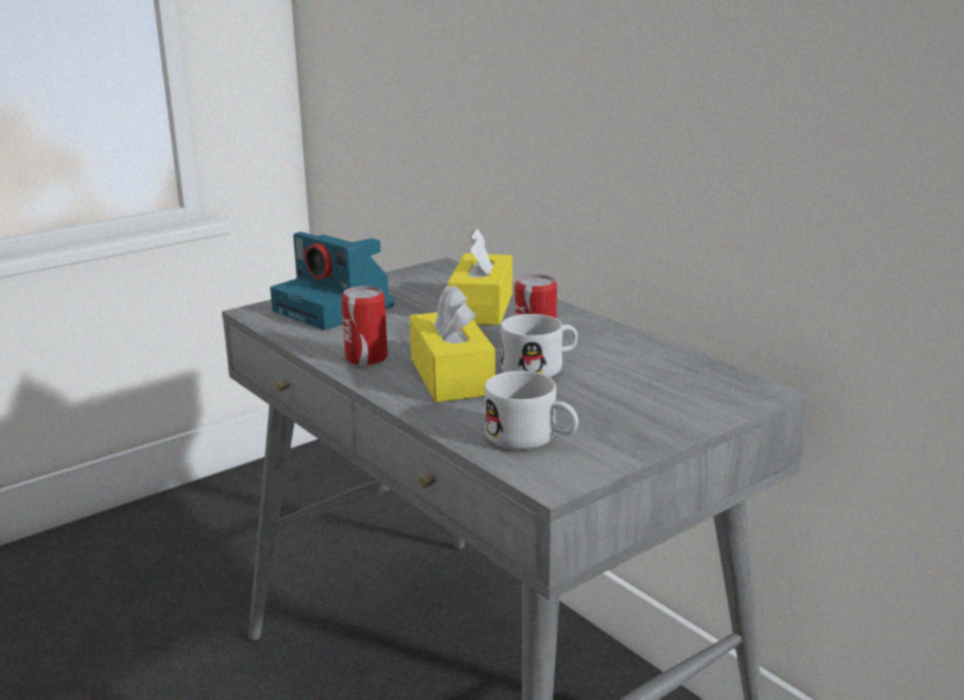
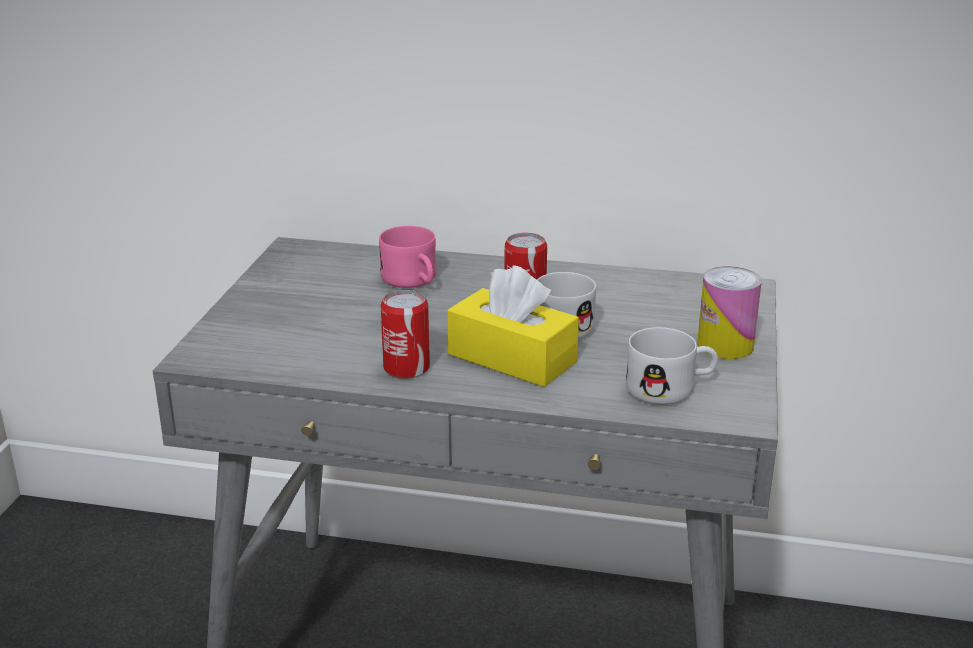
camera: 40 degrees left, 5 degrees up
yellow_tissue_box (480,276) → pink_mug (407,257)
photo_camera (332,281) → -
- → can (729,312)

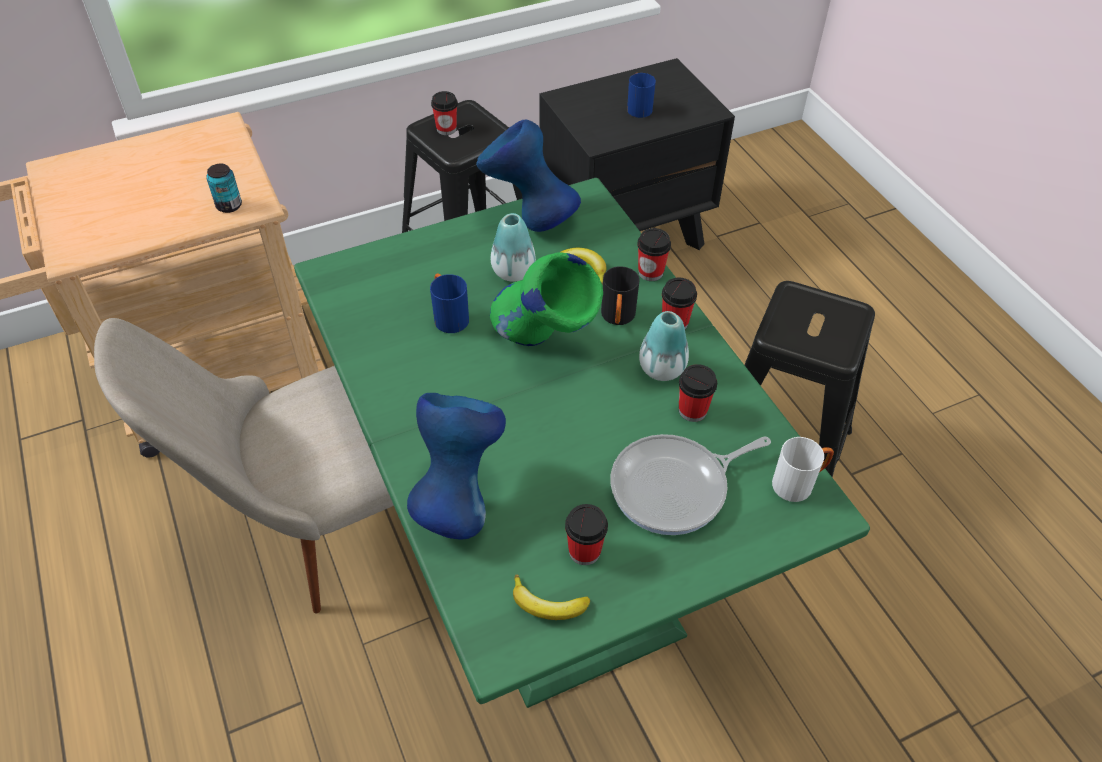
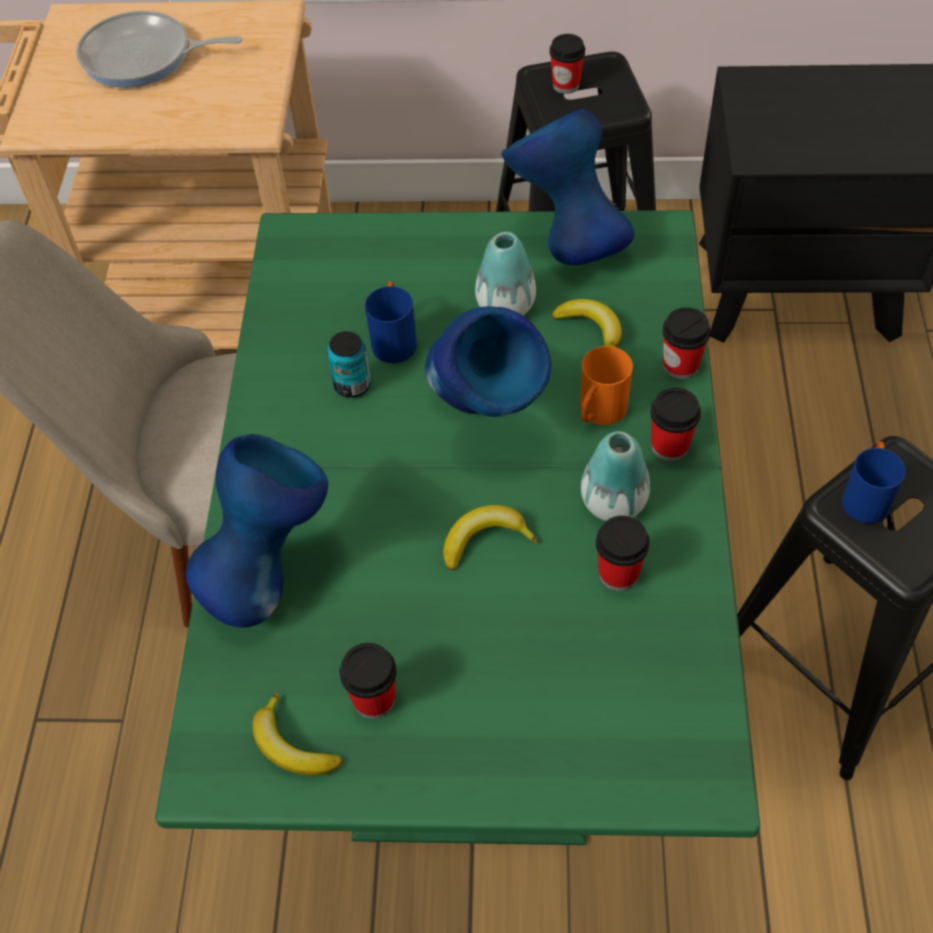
camera: 30 degrees right, 5 degrees up
blue_mug (641,95) → blue_mug (874,482), move
can (224,188) → can (349,364), move
green_vase (546,299) → blue_vase (488,361)
black_mug (620,295) → orange_mug (606,385)
frying_pan (690,484) → frying_pan (159,49), move
white_mug (803,469) → -
- → banana (490,537)

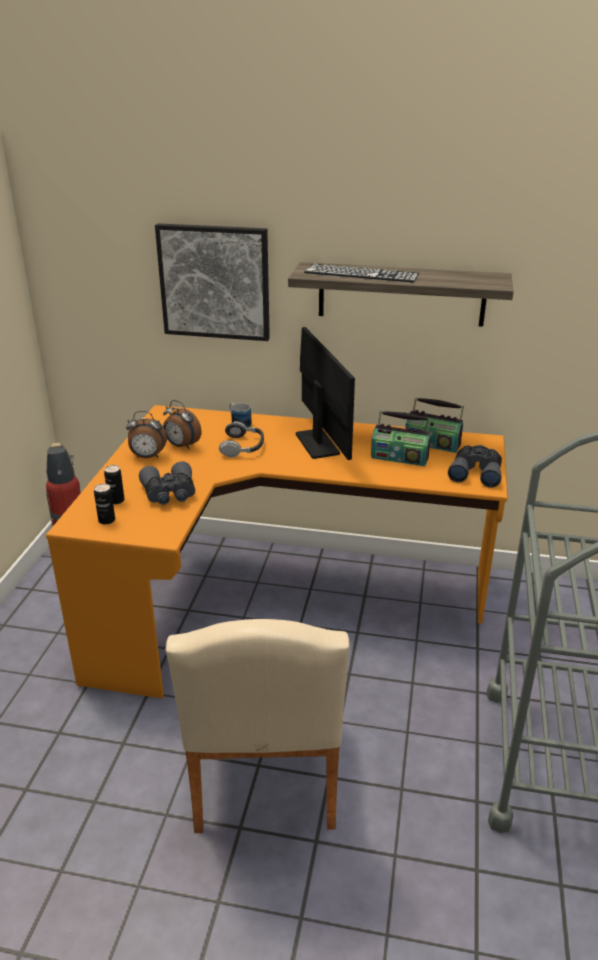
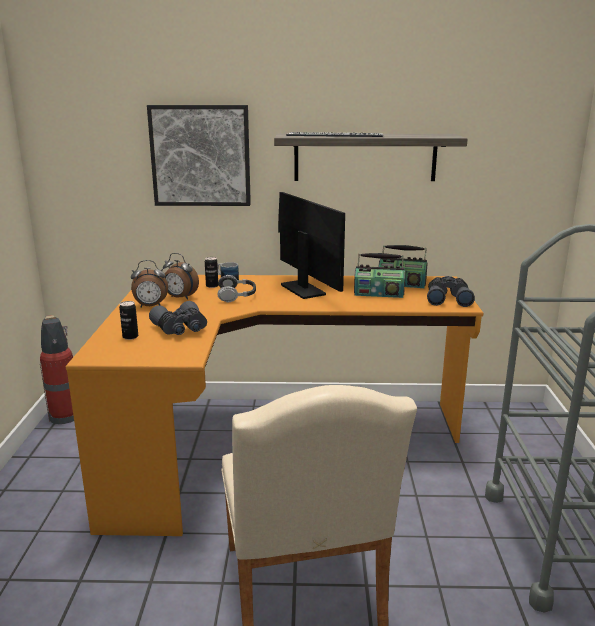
camera: 10 degrees left, 10 degrees down
can (104,504) → can (211,272), move

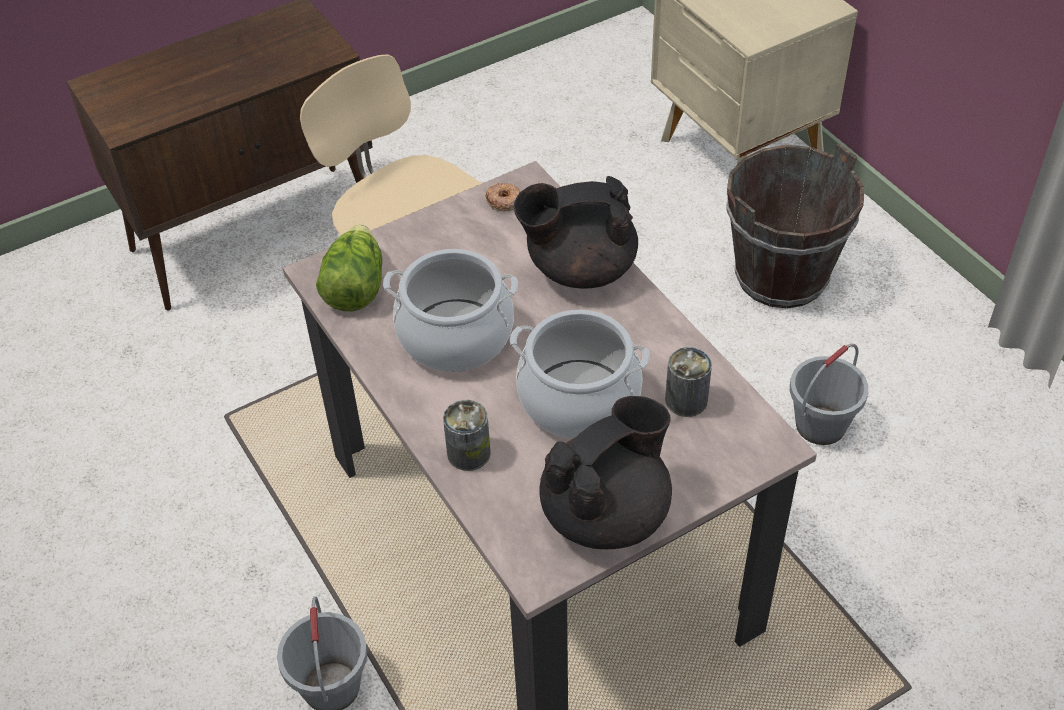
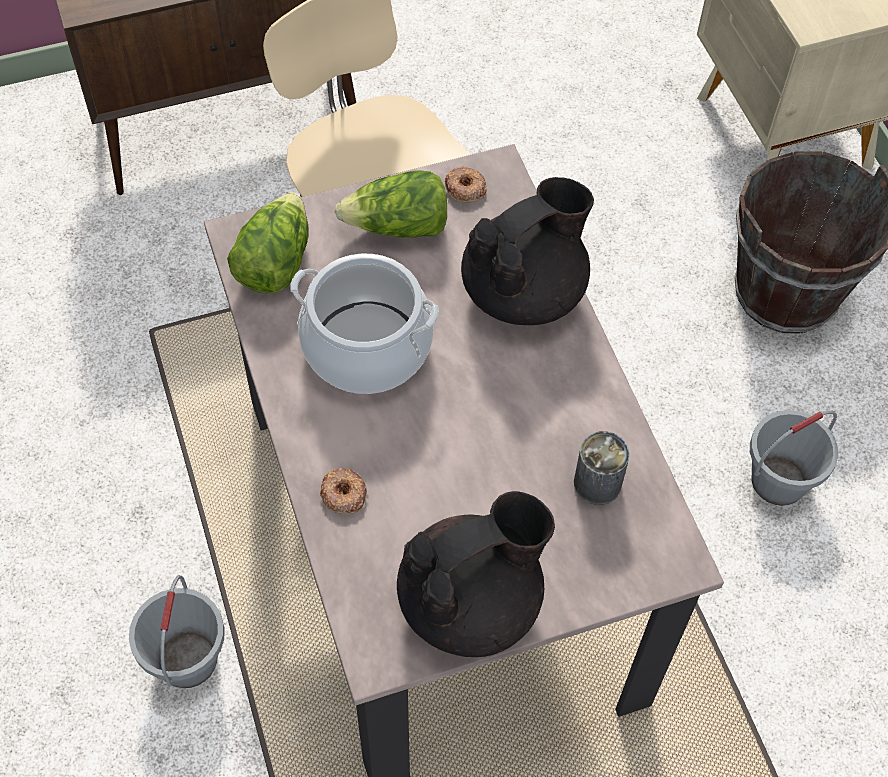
camera: 10 degrees right, 10 degrees up
black_teapot (576,232) → black_teapot (527,251), 135 degrees clockwise
cooking_pot (580,374) → -
can (467,435) → donut (343,491)
- → lettuce (391,204)

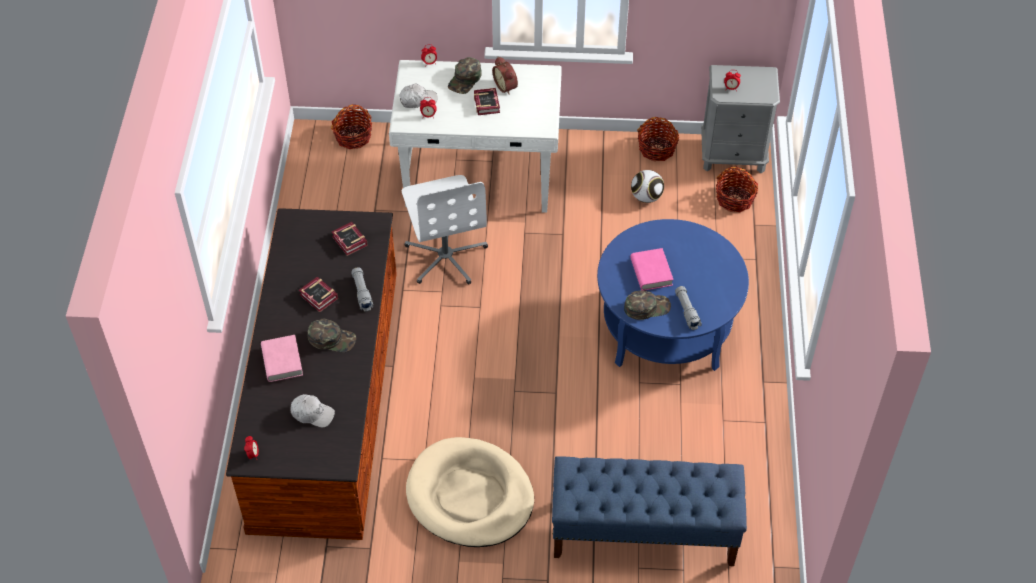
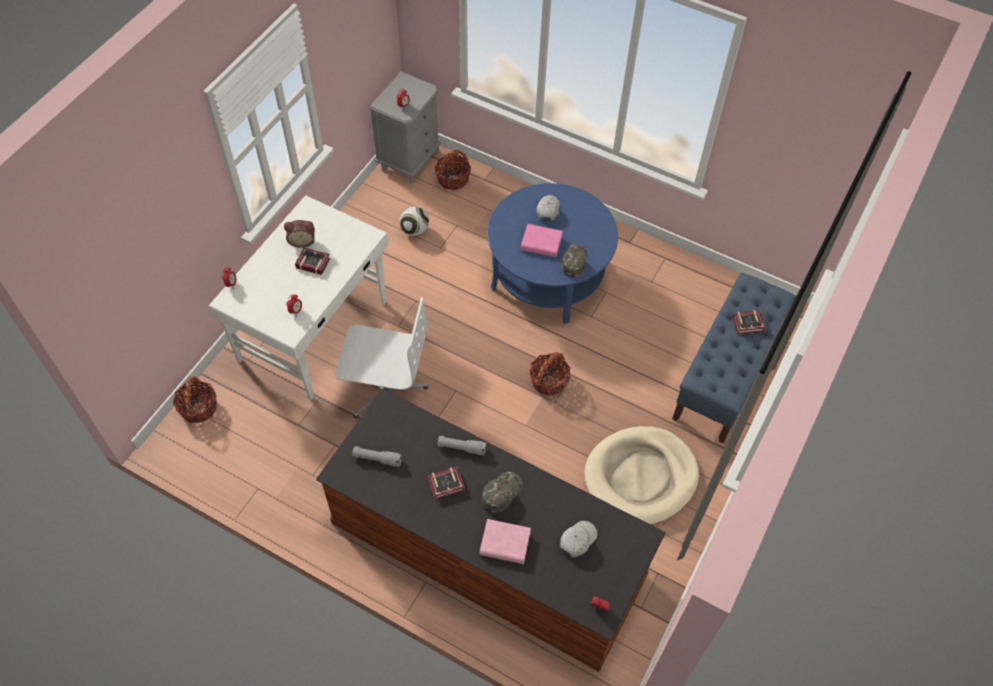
camera: 65 degrees left, 5 degrees up
green_cap (465,75) → -
white_cap (418,95) → white_cap (548,208), move
basket (658,139) → basket (550,374), move
book (350,239) → book (749,322), move
grey_flashlight (688,308) → grey_flashlight (377,456), move

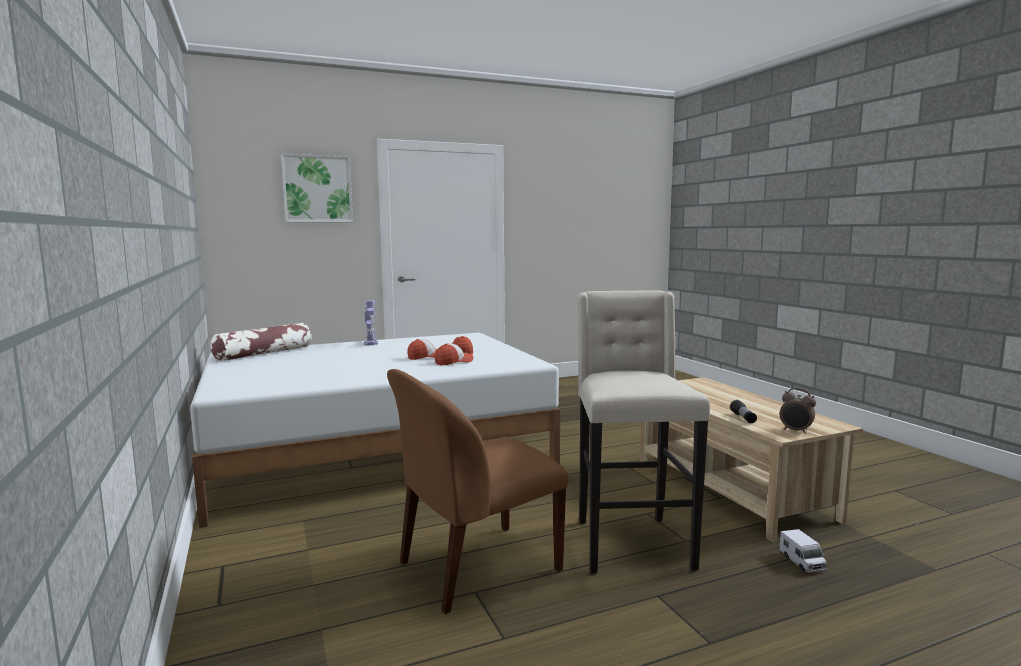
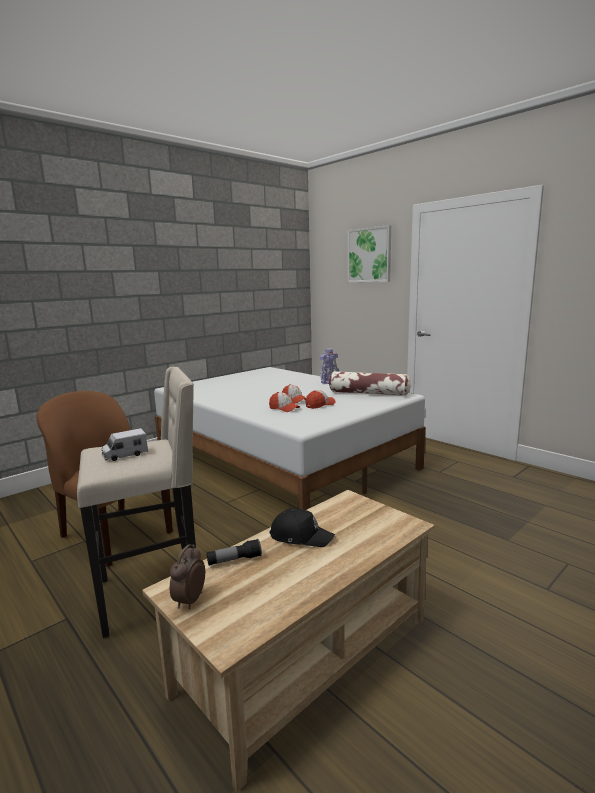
camera: 70 degrees right, 5 degrees up
pillow (261,342) → pillow (370,383), move
toy_truck (803,551) → toy_truck (125,444), move
- → black_cap (302,527)

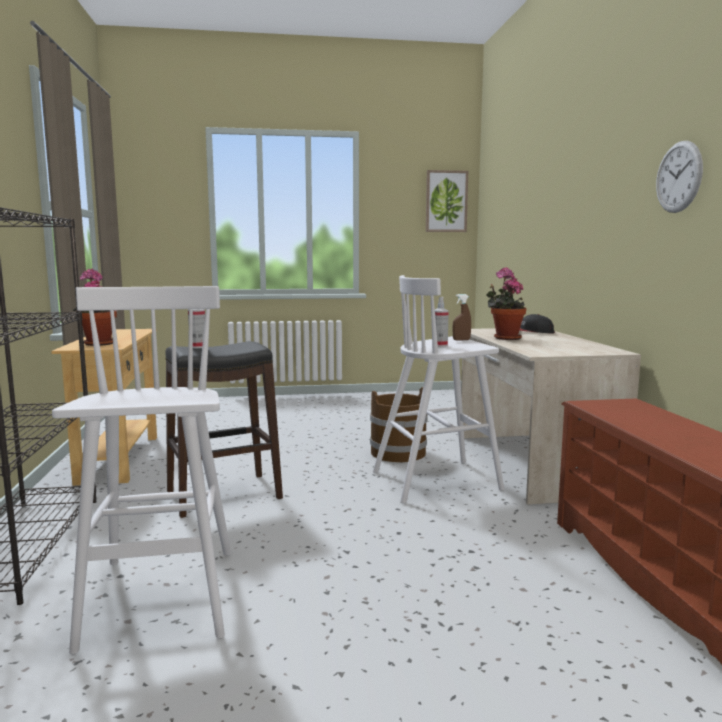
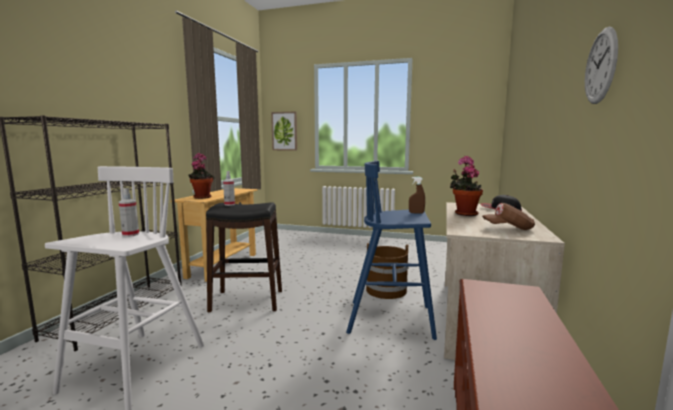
camera: 25 degrees right, 0 degrees up
picture (447,201) → picture (284,130), move
white_stool (438,389) → blue_stool (391,250)
spray_bottle (442,322) → spray_bottle (129,212), move
- → brown_cap (508,216)

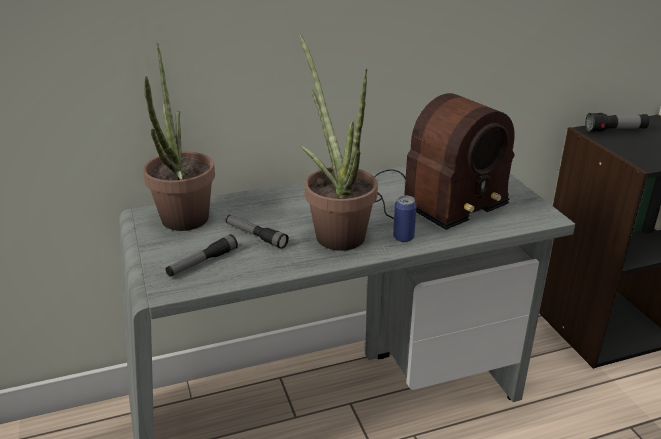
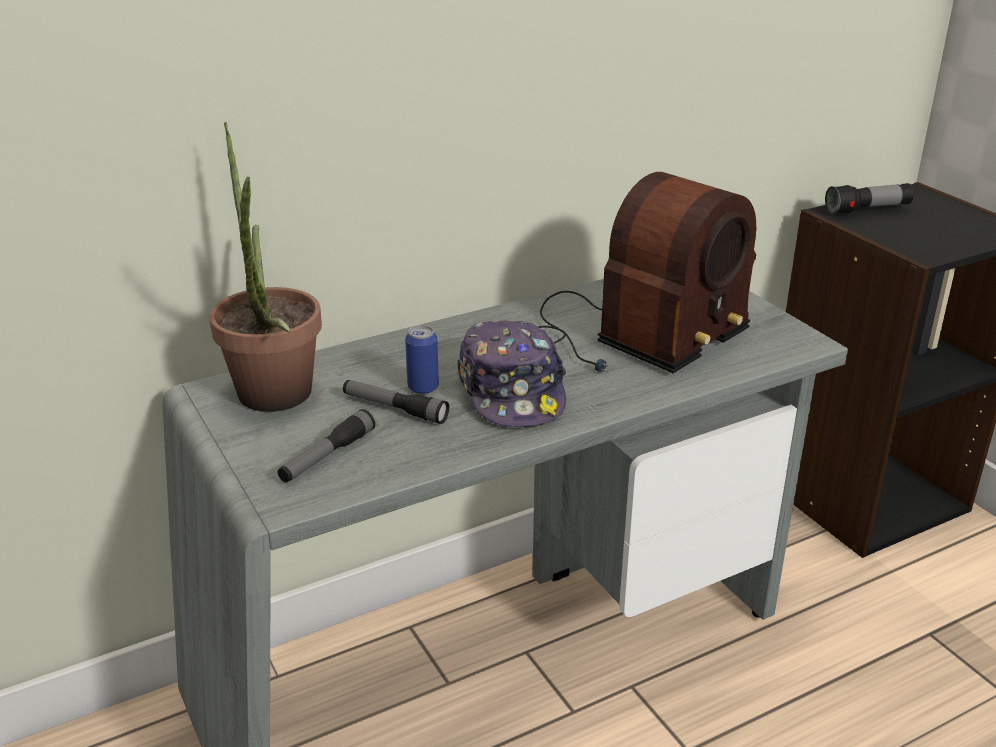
camera: 10 degrees left, 0 degrees up
potted_plant (338,142) → cap (512,373)
can (405,218) → can (422,359), move

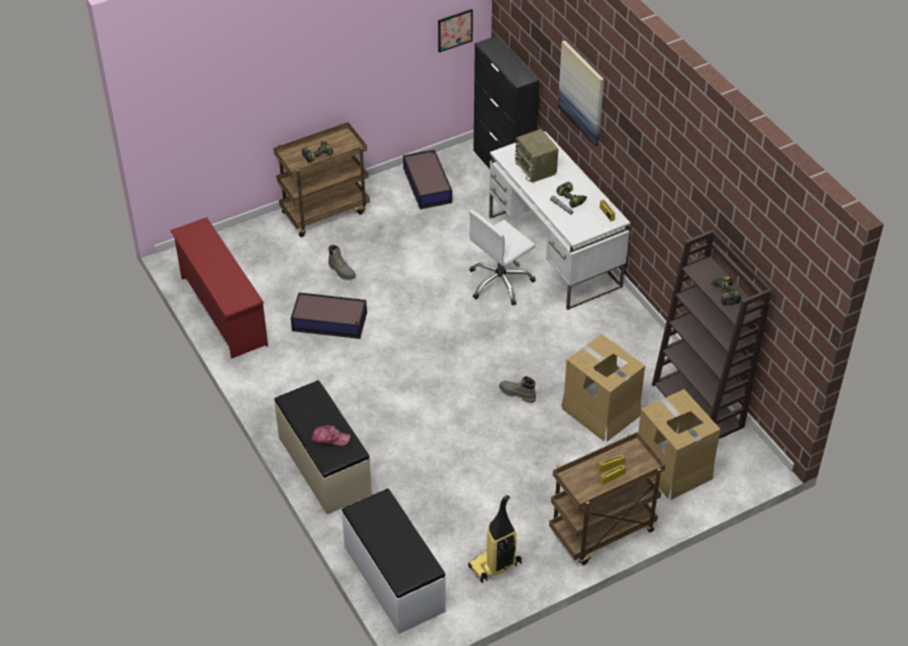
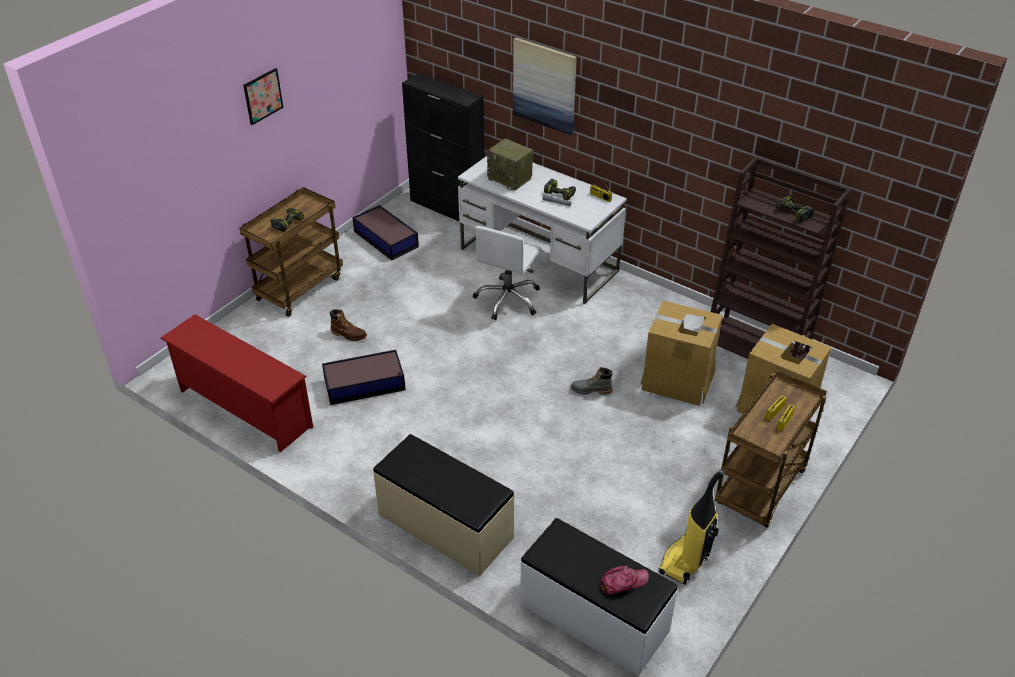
camera: 25 degrees left, 5 degrees down
picture (455,31) → picture (263,96), move
grey_boot (342,262) → brown_boot (348,325)
cap (331,435) → cap (624,580), move

